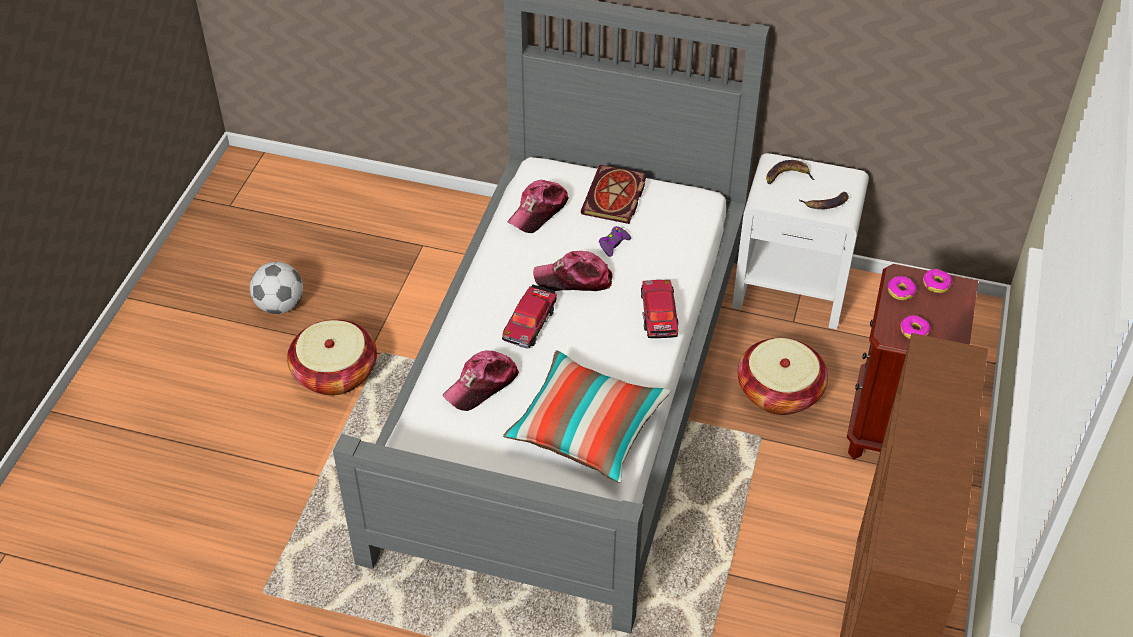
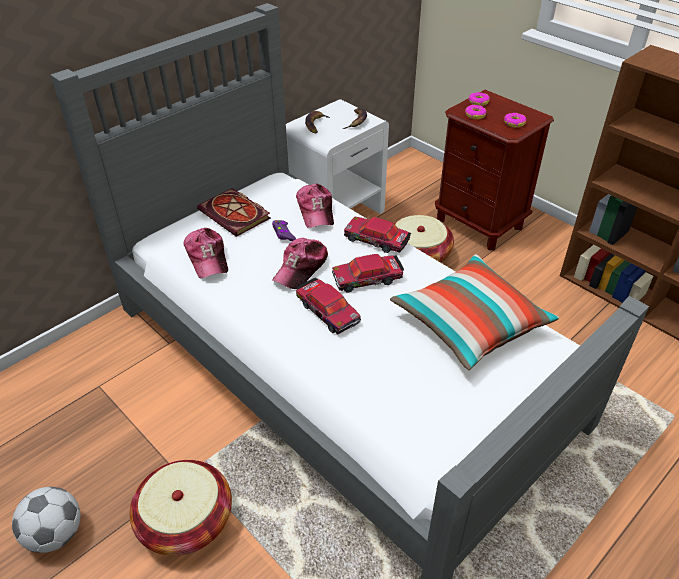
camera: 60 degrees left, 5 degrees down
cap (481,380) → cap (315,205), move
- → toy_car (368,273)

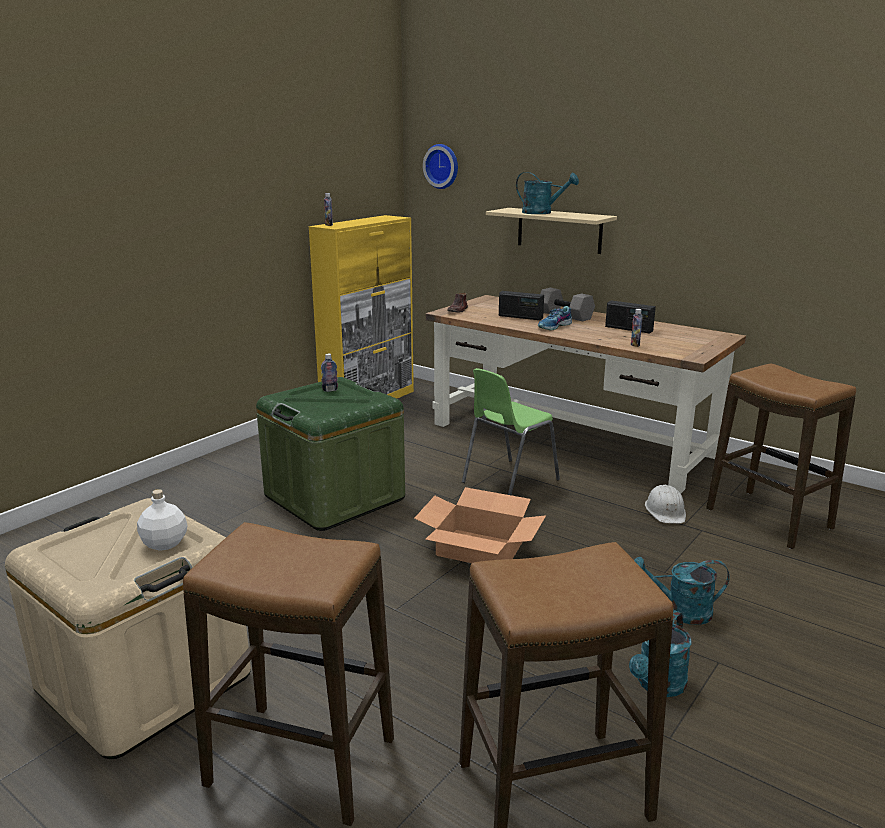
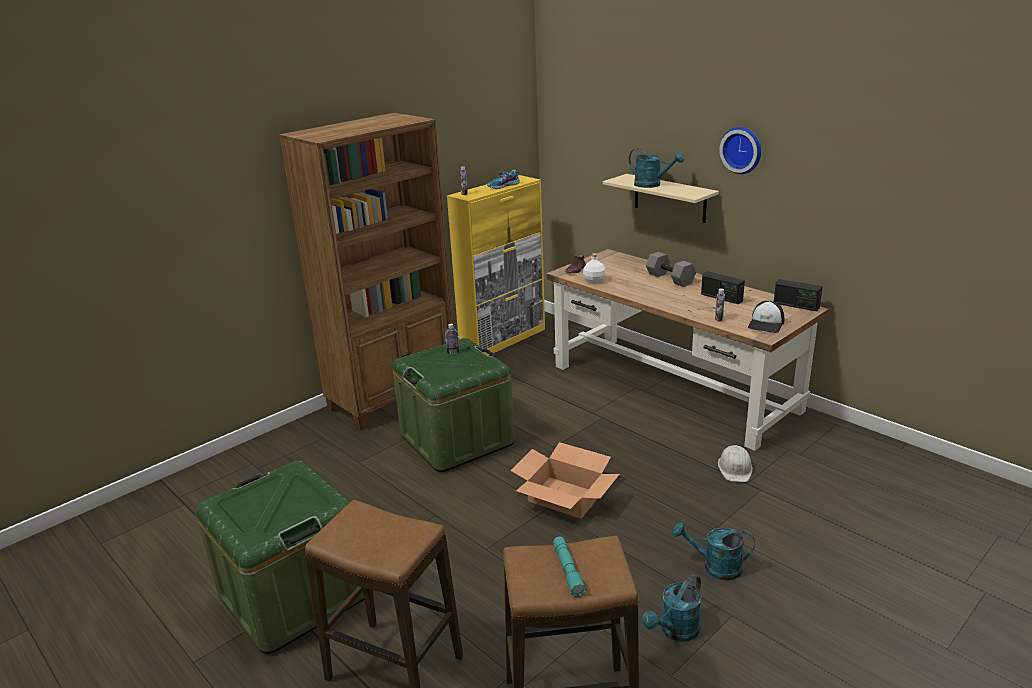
camera: 10 degrees right, 5 degrees up
wall_clock (440,166) → wall_clock (740,150), move
radio (521,305) → radio (798,295), move
shoe (555,318) → shoe (503,179), move
stool (781,456) → -
green_chair (511,431) → -
white_bottle (162,520) → white_bottle (594,268), move
beige_storage_box (128,628) → green_storage_box (280,557)
- → brown_bookcase (366,271)
- → cap (766,317)
- → turquoise_flashlight (569,567)

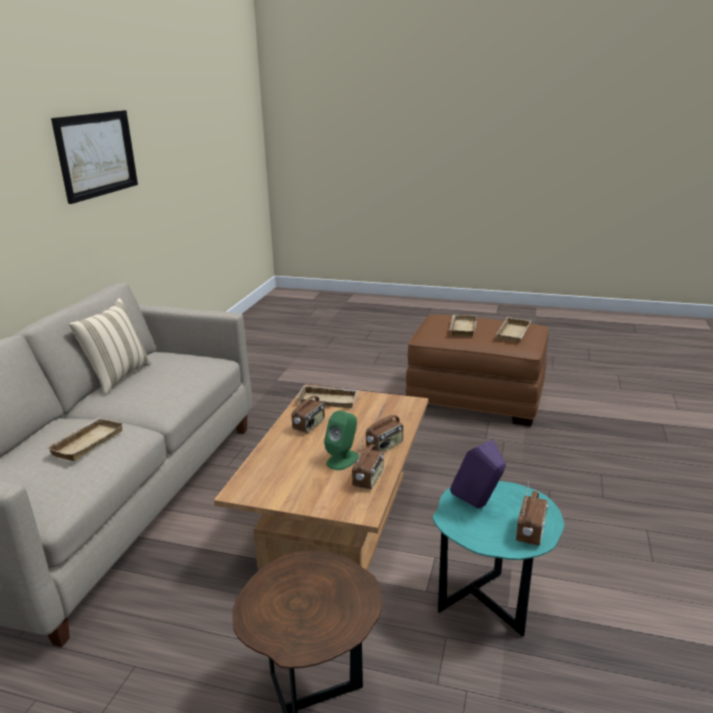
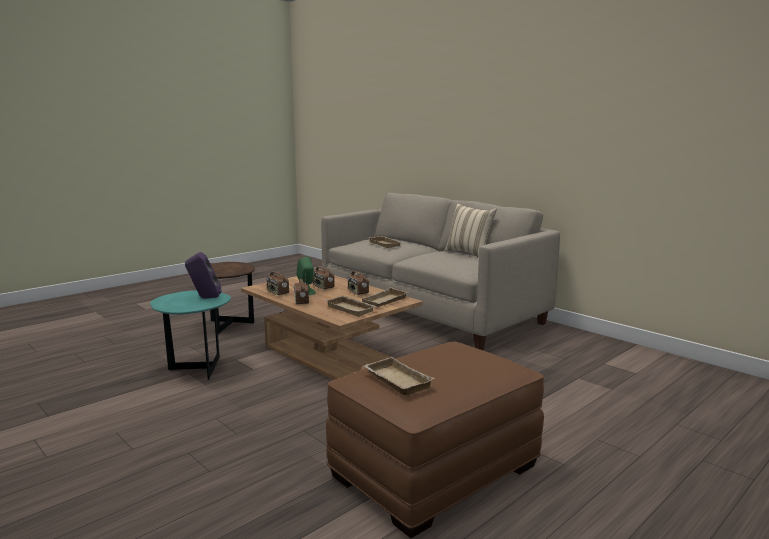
camera: 120 degrees right, 10 degrees down
picture (94,157) → -
beige_tray (463,325) → beige_tray (351,306), move
radio (532,514) → radio (323,275), move

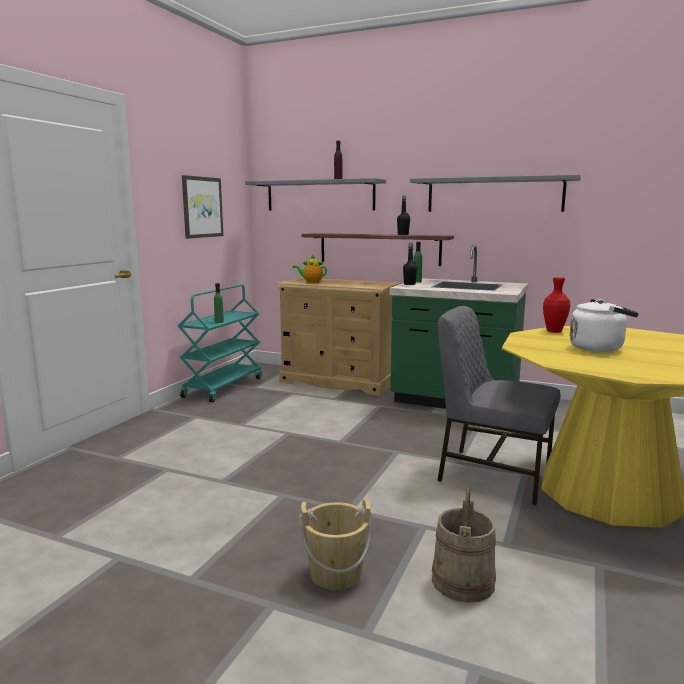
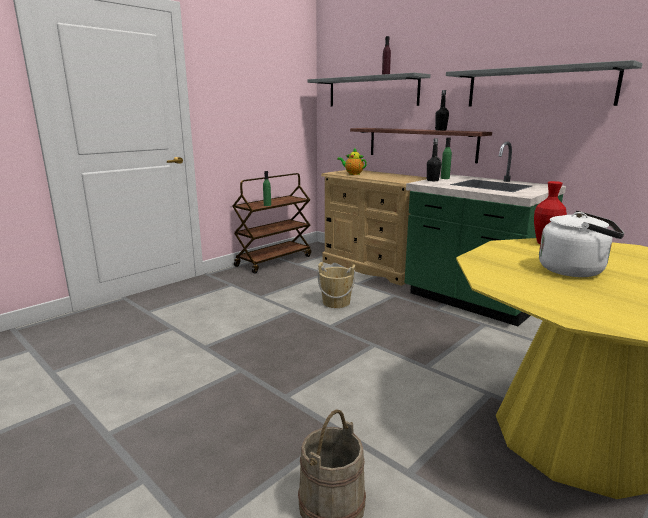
camera: 20 degrees right, 5 degrees up
picture (202,207) → -
turquoise_cart (220,343) → brown_cart (271,223)
grey_chair (498,405) → -
beige_bucket (335,544) → beige_bucket (336,285), move

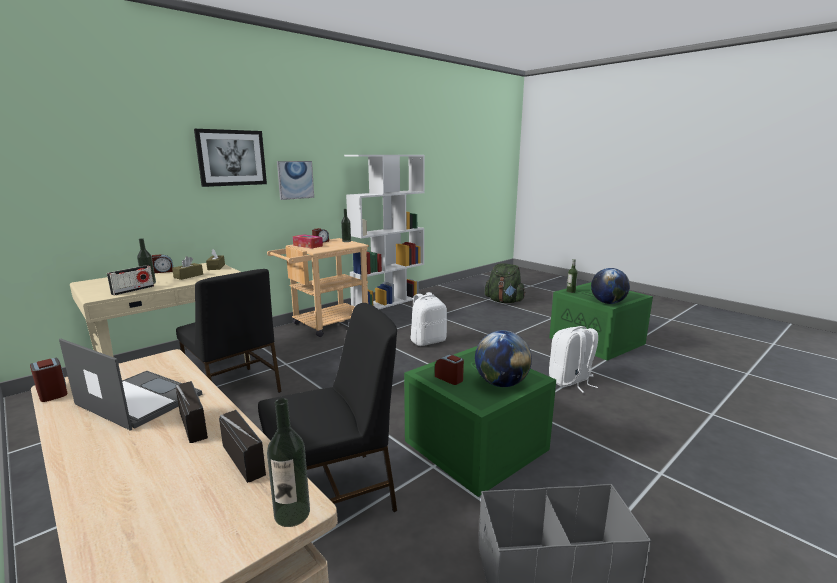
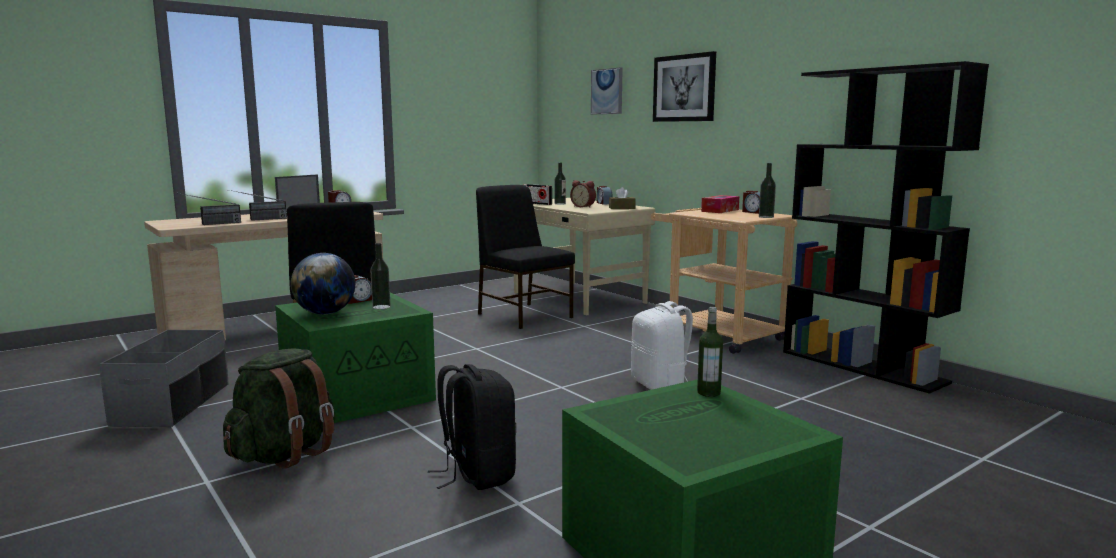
camera: 95 degrees right, 5 degrees down
white_bookcase (384,232) → black_bookcase (886,227)
picture (295,180) → picture (607,90), move
brown_tissue_box (187,268) → alarm_clock (583,193)
green_backpack (505,283) → green_backpack (279,409), move
globe (610,286) → -
black_chair (229,331) → black_chair (525,257), 90 degrees clockwise
white_backpack (573,359) → black_backpack (472,427)
bottle (288,462) → bottle (380,276), move

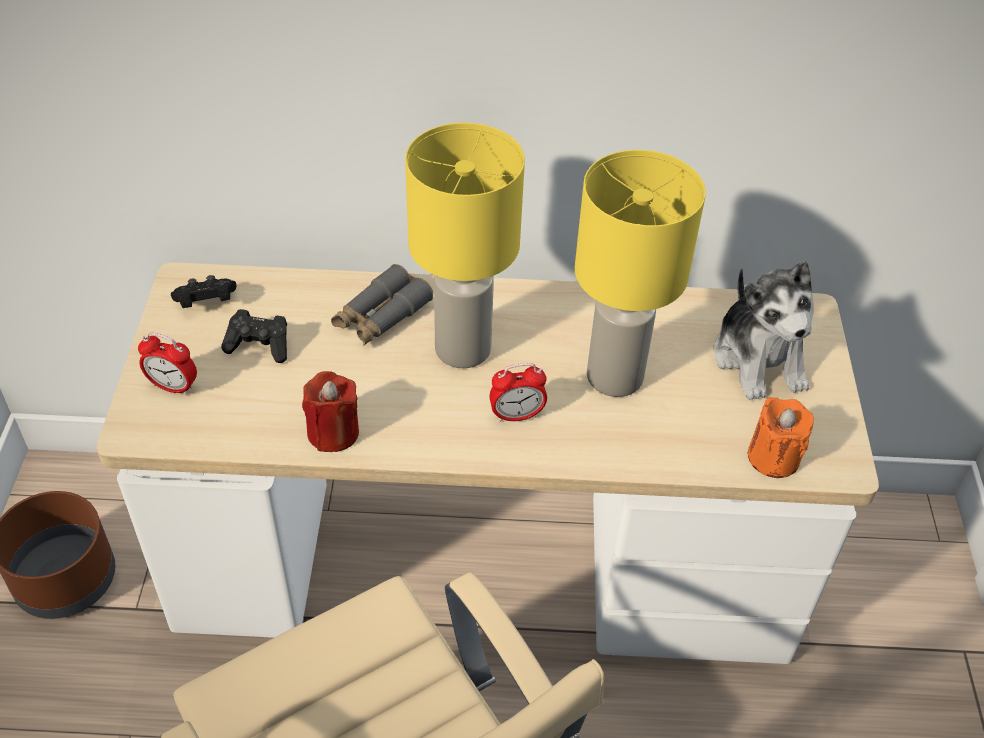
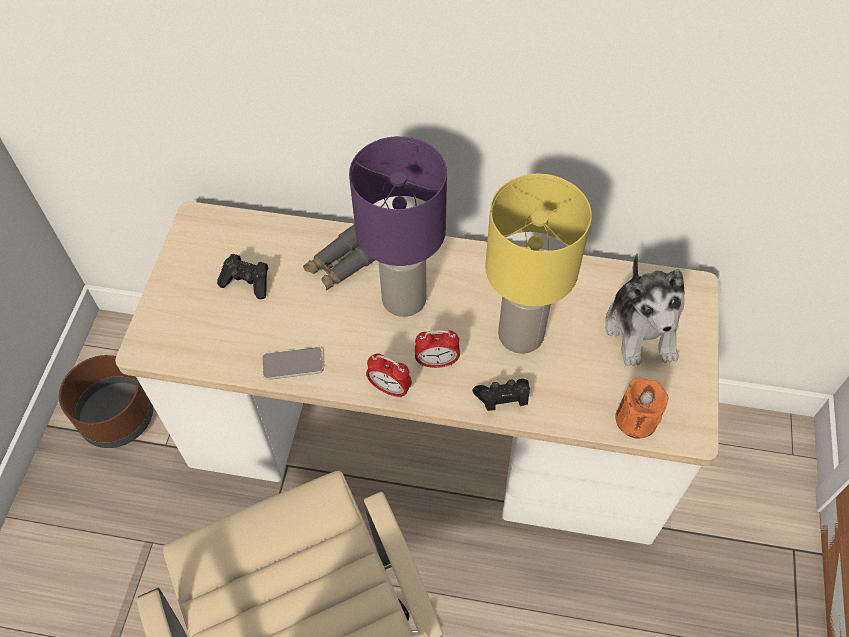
camera: 10 degrees right, 10 degrees up
yellow_table_lamp (465,245) → purple_table_lamp (398,226)
black_game_controller (203,291) → black_game_controller (501,395), move
alarm_clock (167,364) → alarm_clock (389,375), move
red_candle (330,411) → phone (293,363)

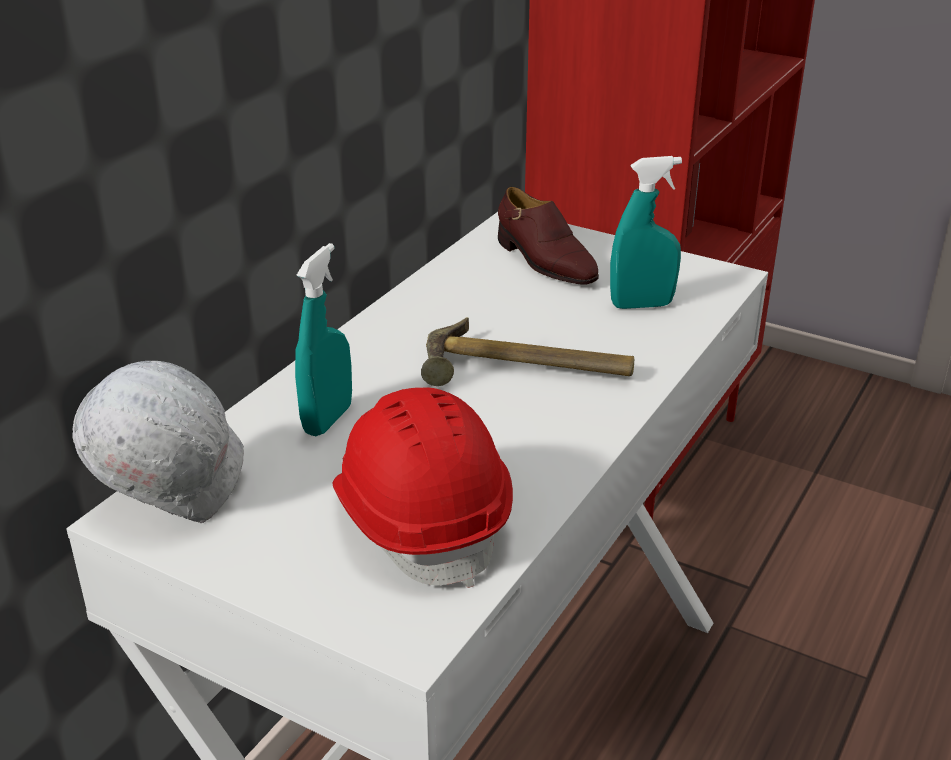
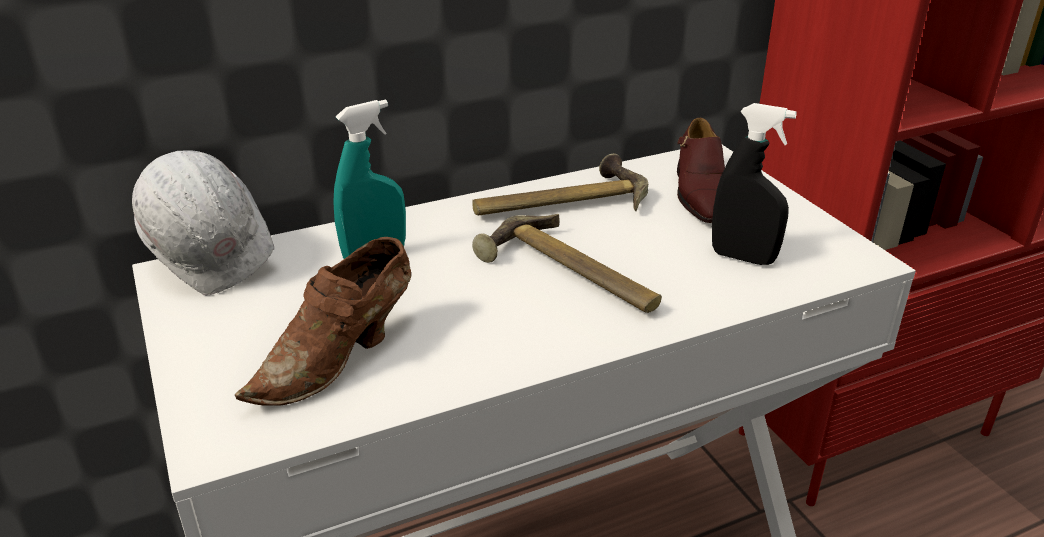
camera: 35 degrees right, 0 degrees up
turquoise_spray_bottle (646,232) → black_spray_bottle (754,184)
red_hard_hat (423,487) → brown_shoe (323,321)
- → hammer (560,184)

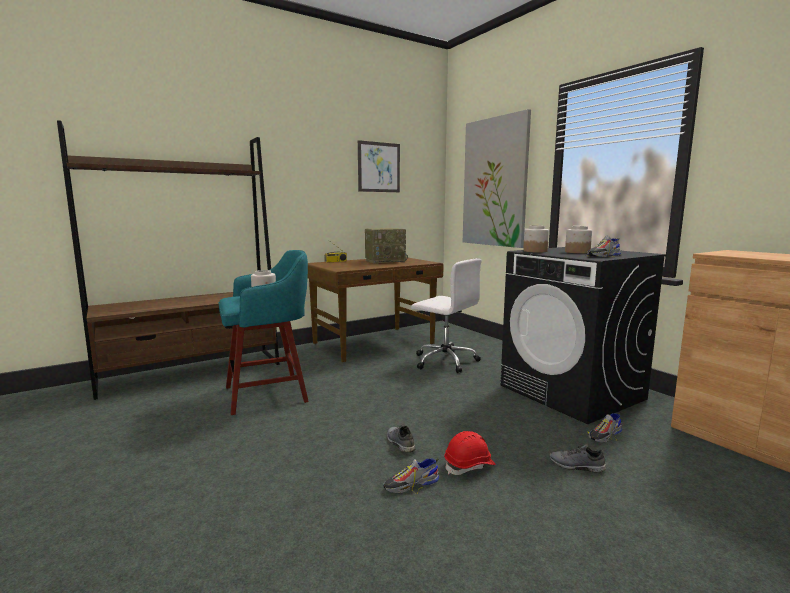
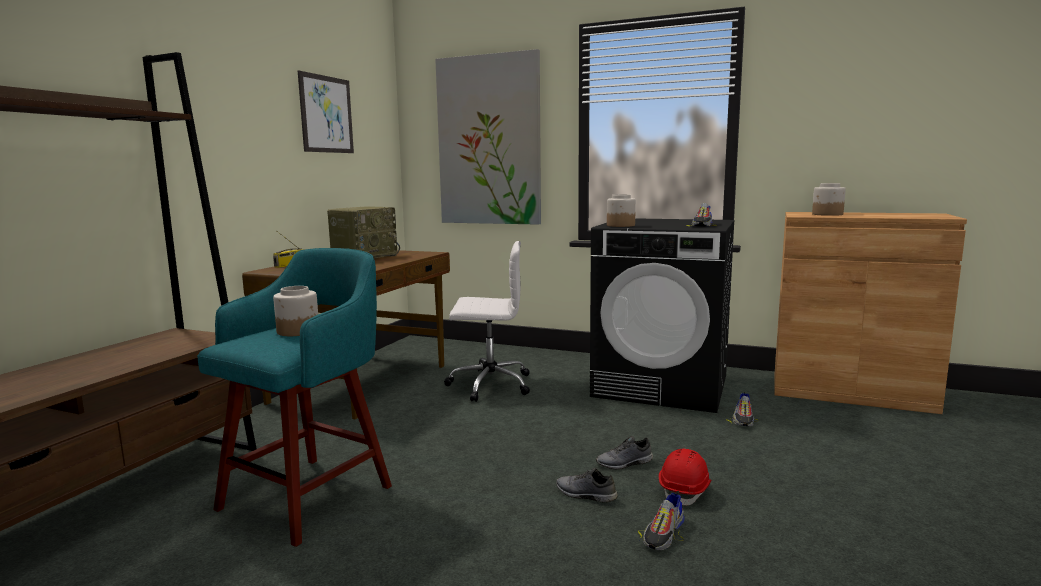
camera: 35 degrees left, 0 degrees up
jar (578,239) → jar (829,199), move
grey_shoe (577,458) → grey_shoe (624,452), move

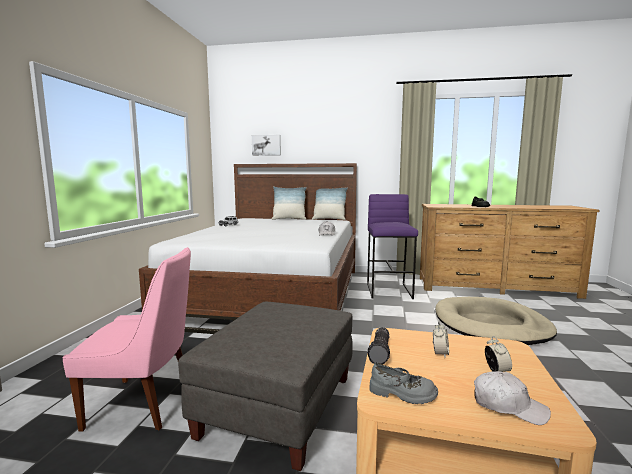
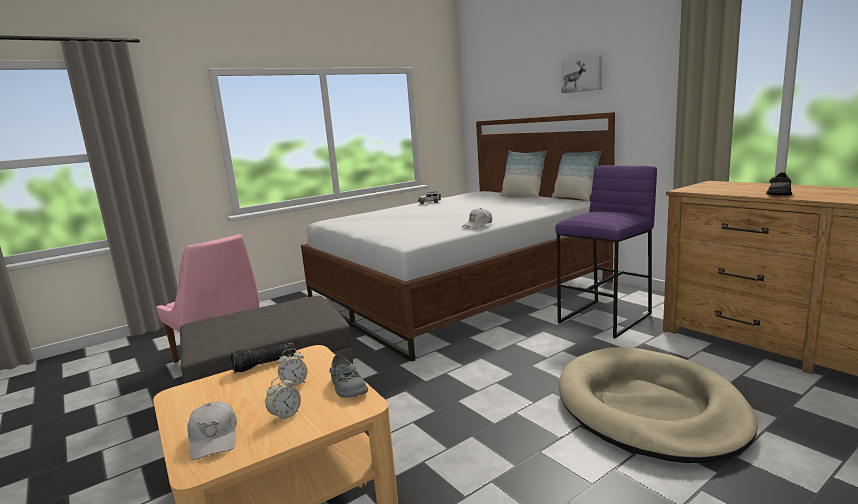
camera: 45 degrees right, 5 degrees up
picture (266,145) → picture (581,74), move
grey_shoe (403,383) → grey_shoe (348,375), move

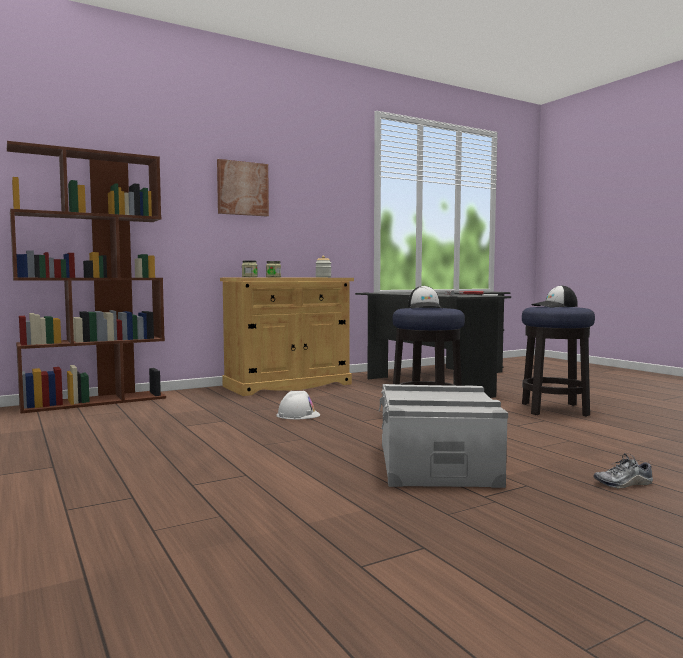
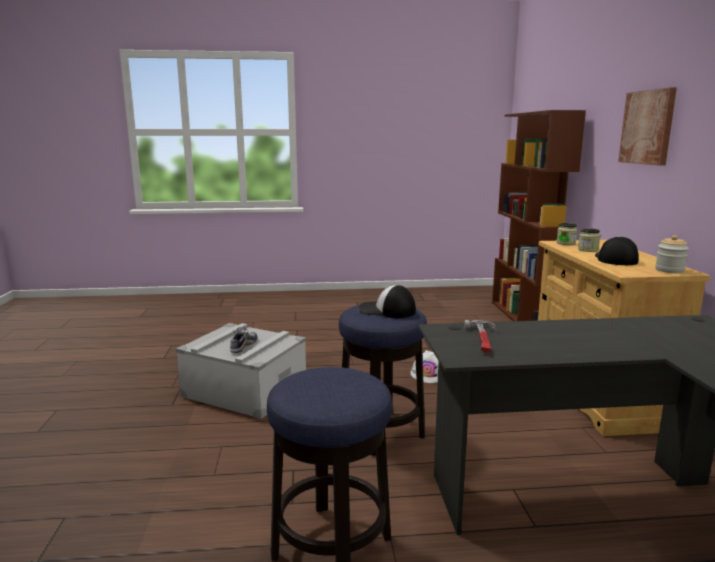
camera: 115 degrees right, 10 degrees up
cap (554,296) → cap (617,250), move
shoe (623,471) → shoe (244,340), move

